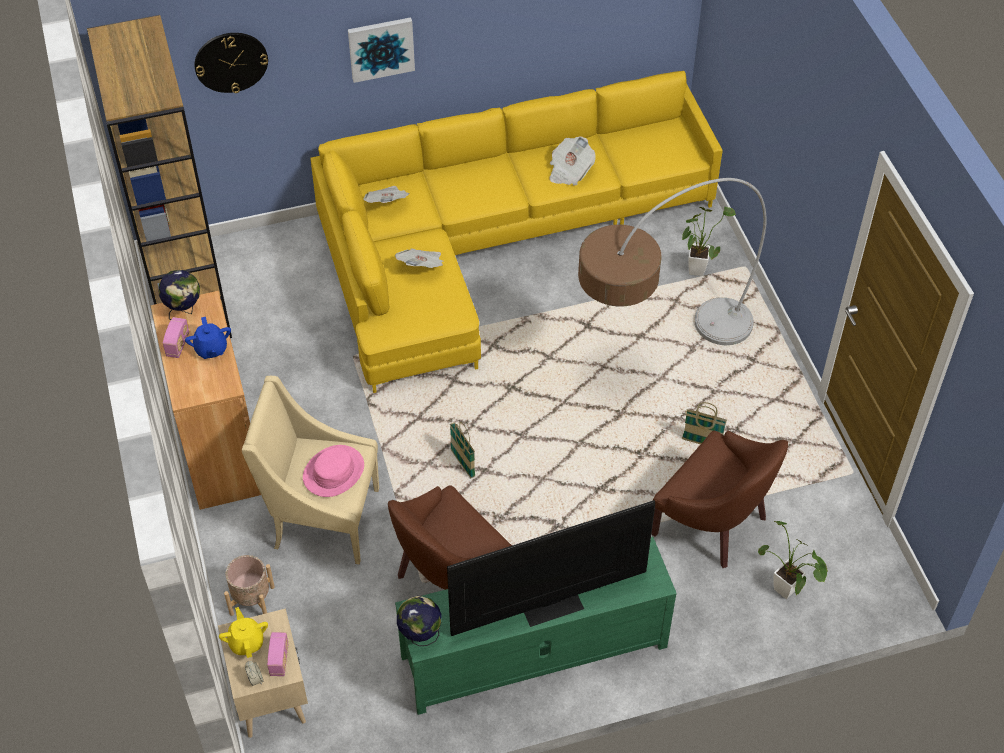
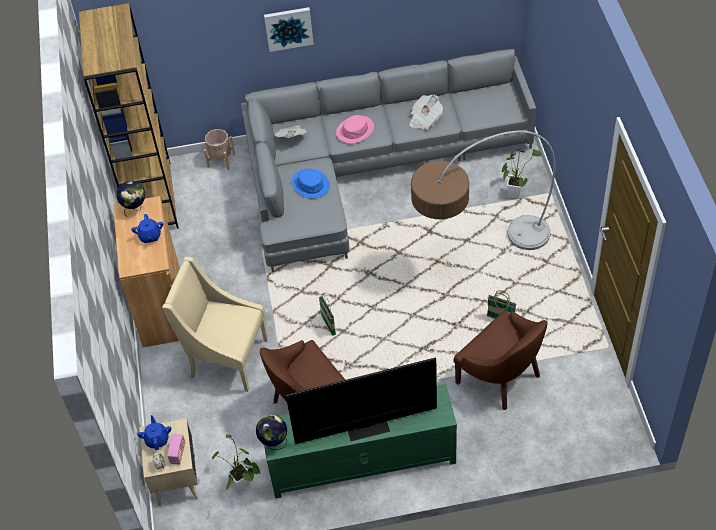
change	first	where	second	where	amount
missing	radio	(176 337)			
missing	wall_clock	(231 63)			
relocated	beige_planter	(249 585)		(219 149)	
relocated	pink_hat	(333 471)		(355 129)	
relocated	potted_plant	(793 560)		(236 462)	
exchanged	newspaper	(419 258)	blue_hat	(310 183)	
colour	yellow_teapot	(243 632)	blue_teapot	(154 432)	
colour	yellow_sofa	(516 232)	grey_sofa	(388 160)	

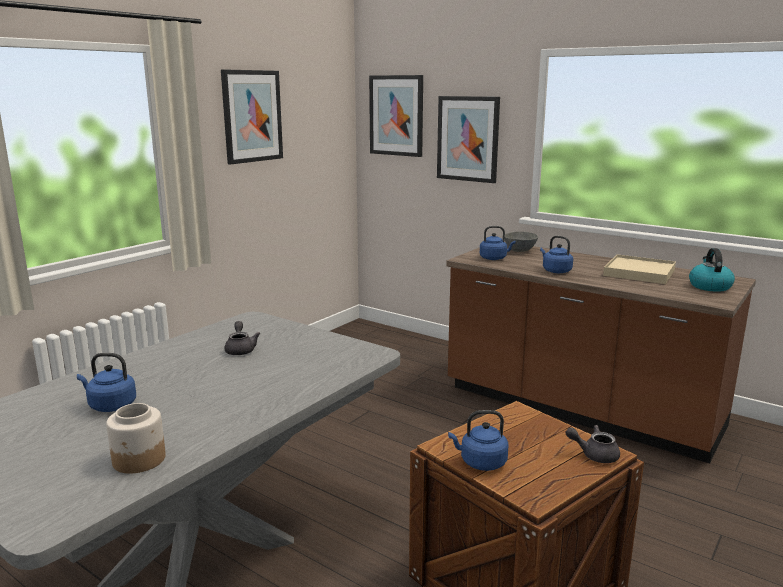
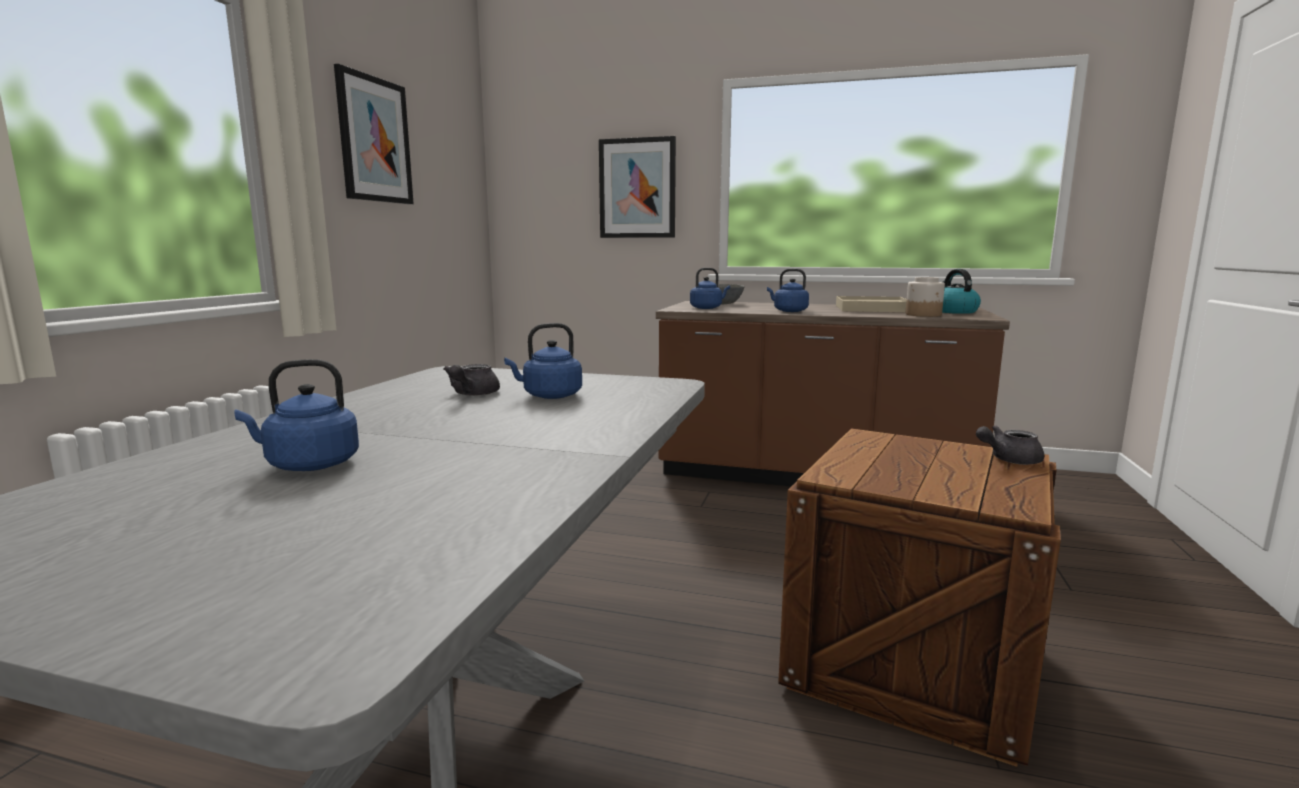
change	first	where	second	where	amount
missing	picture	(396 116)			
relocated	jar	(136 438)		(925 297)	
relocated	blue_kettle	(478 440)		(543 361)	
spun	grey_teapot	(242 338)		(471 380)	135 degrees counterclockwise

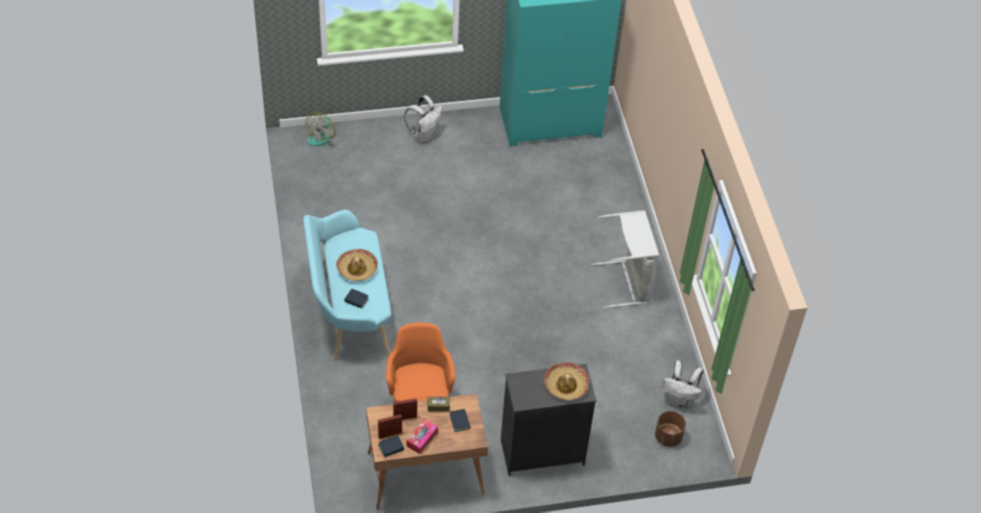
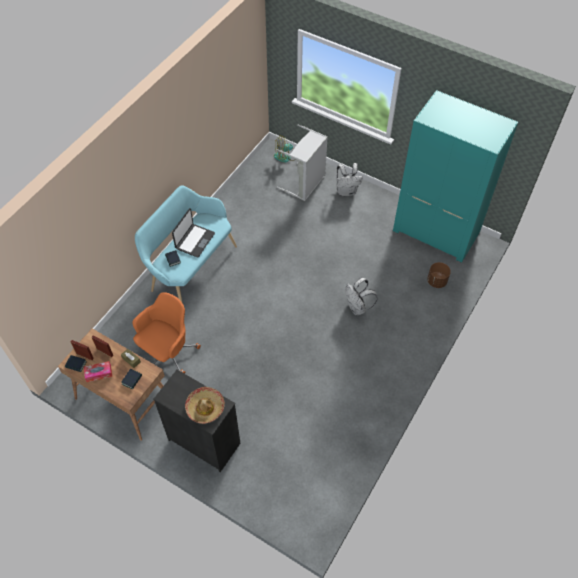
change	first	where	second	where	amount
relocated	grey_laundry_basket	(625 259)		(302 163)	
relocated	brown_planter	(670 429)		(439 275)	
relocated	white_backpack	(683 385)		(361 296)	
exchanged	hat	(357 265)	laptop	(193 232)	

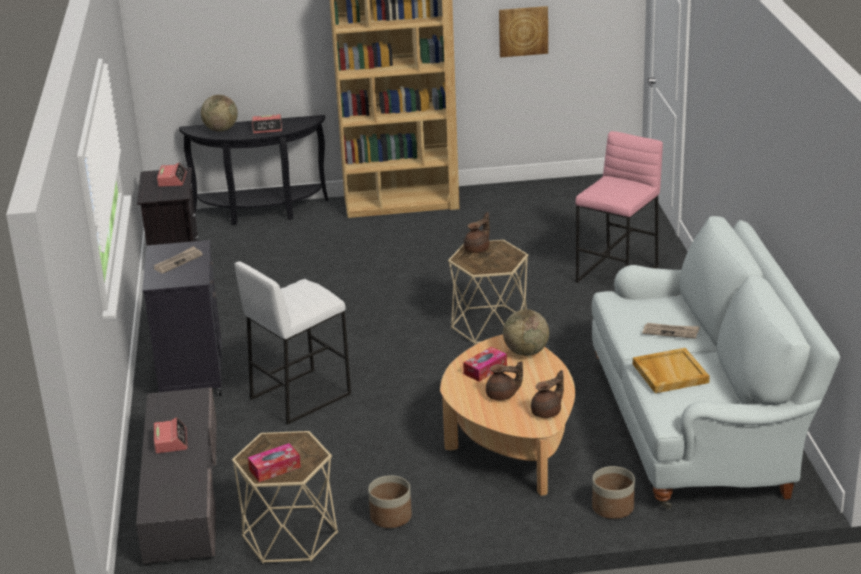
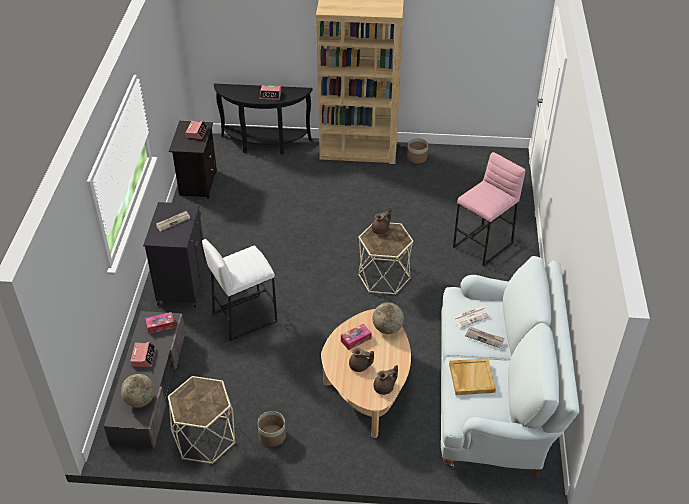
change	first	where	second	where	amount
missing	picture	(523 32)			
appeared			newspaper	(471 317)	
relocated	globe	(219 113)		(138 391)	
relocated	tissue_box	(274 462)		(160 323)	
relocated	planter	(613 492)		(417 150)	

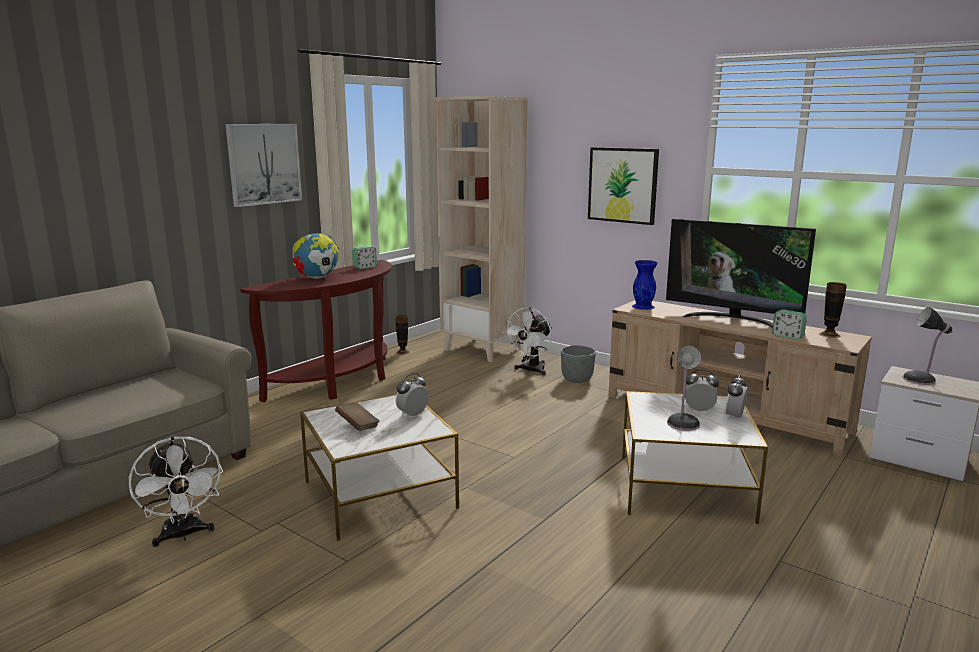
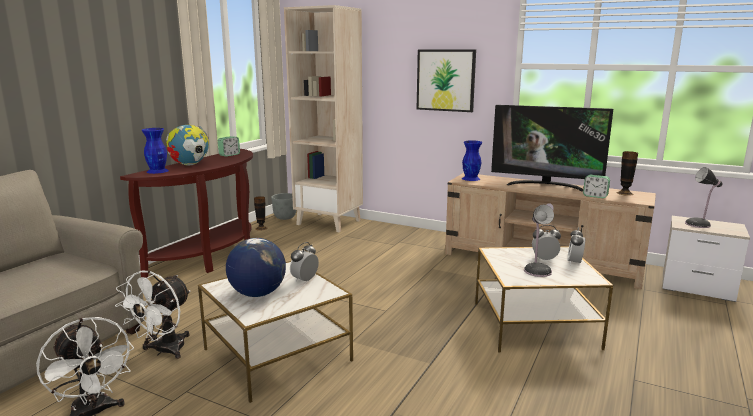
change	first	where	second	where	amount
missing	picture	(263 165)			
appeared			blue_vase	(155 151)	
relocated	white_fan	(527 341)		(153 314)	
relocated	grey_planter	(578 364)		(283 206)	
exchanged	brown_book	(357 416)	globe	(256 267)	

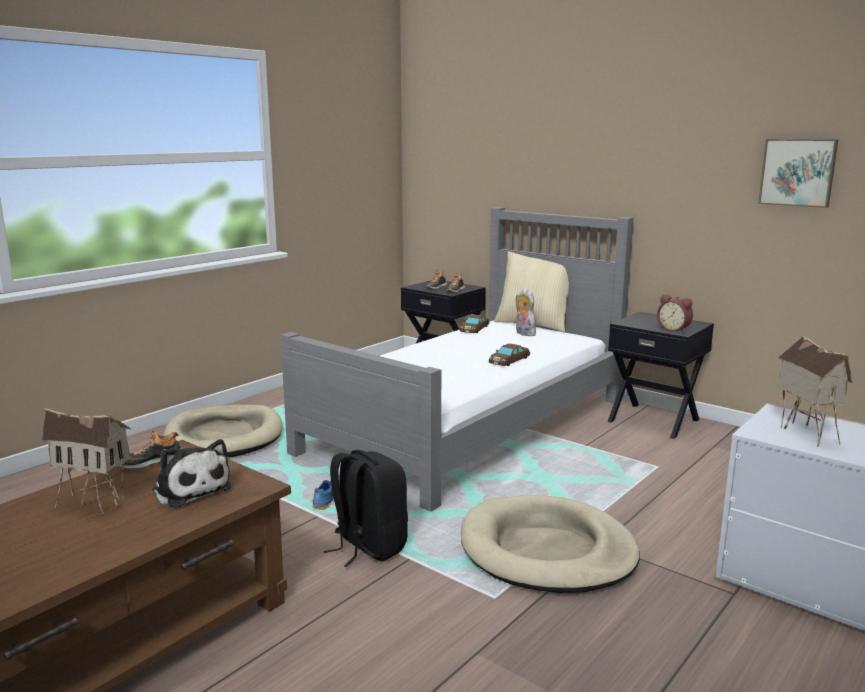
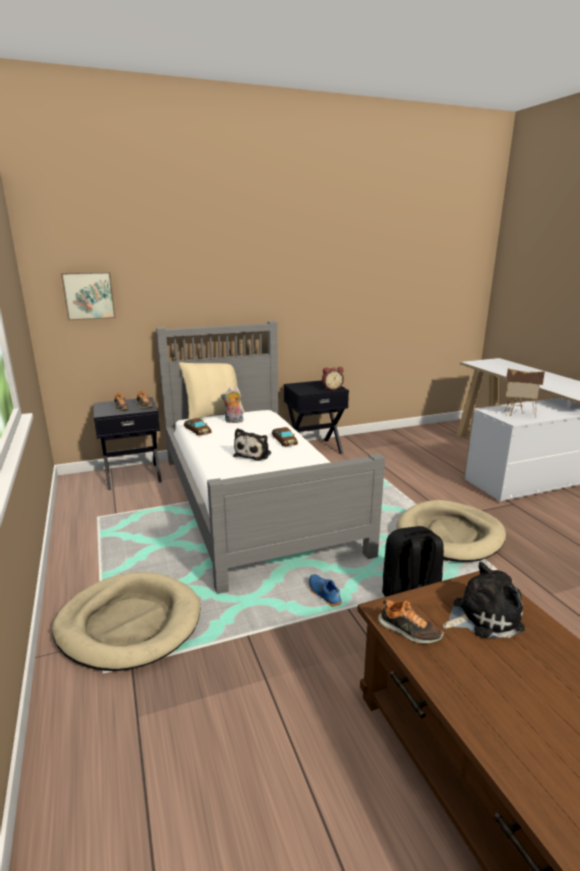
change	first	where	second	where	amount
missing	toy_house	(86 461)			
appeared			plush_toy	(252 444)	
relocated	picture	(798 173)		(88 296)	
spun	shoe	(150 449)		(411 622)	60 degrees counterclockwise

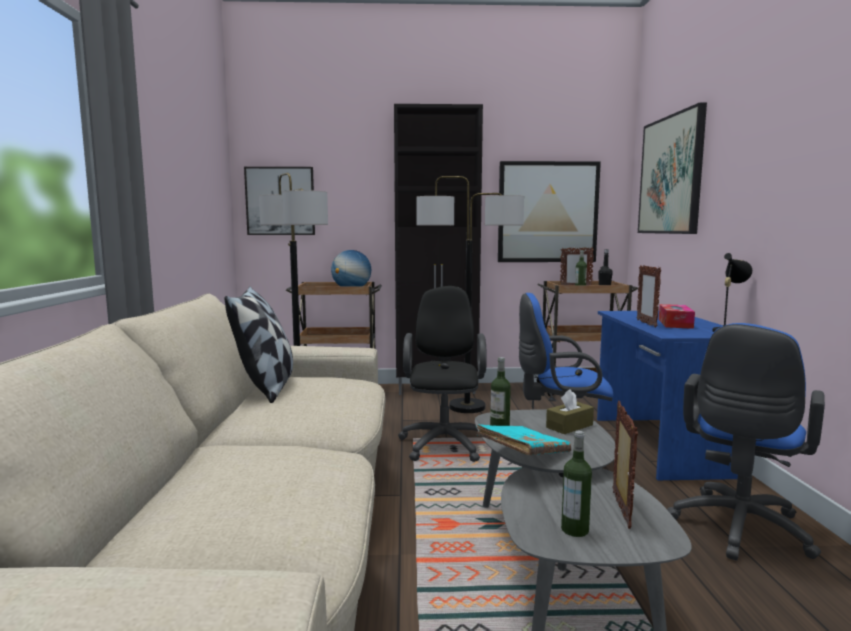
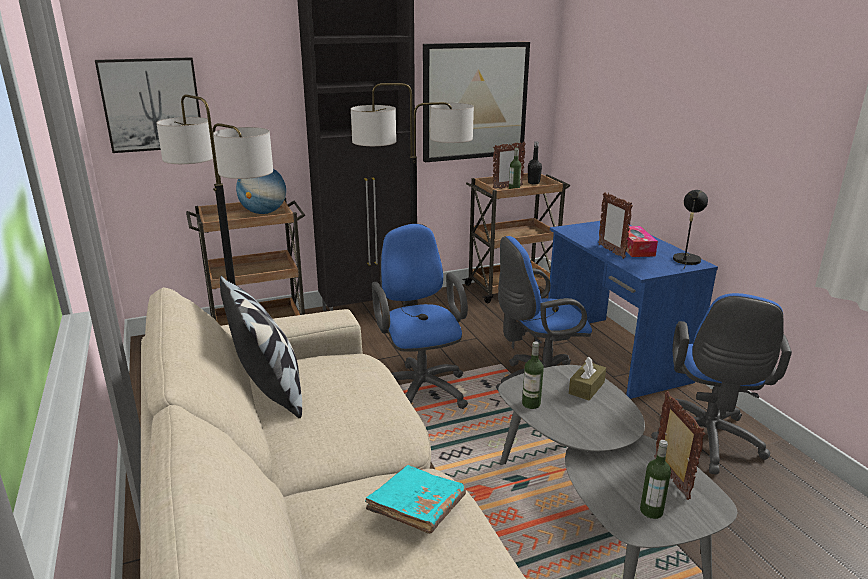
change	first	where	second	where	amount
missing	picture	(672 168)			
relocated	turquoise_book	(523 439)		(415 499)	
colour	black_office_chair	(442 374)	blue_office_chair	(420 316)	

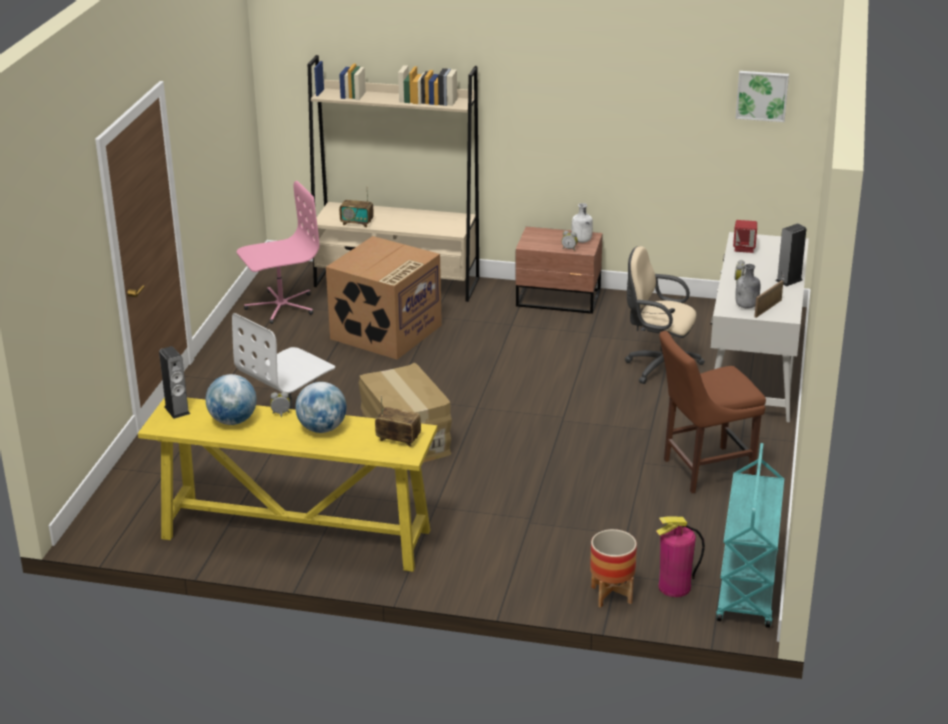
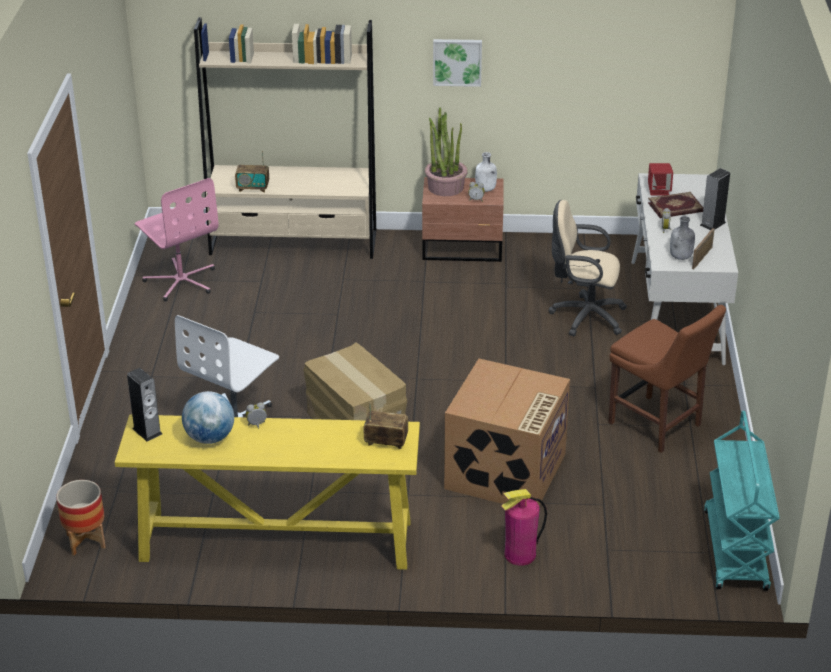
change	first	where	second	where	amount
missing	globe	(321 407)			
appeared			potted_plant	(446 152)	
appeared			book	(675 205)	
relocated	cardboard_box	(384 298)		(507 432)	
relocated	planter	(613 568)		(81 518)	
relocated	fire_extinguisher	(680 557)		(524 527)	
relocated	picture	(762 96)		(457 63)	
spun	pink_office_chair	(278 252)		(176 239)	90 degrees clockwise
spun	brown_chair	(713 412)		(667 379)	105 degrees counterclockwise

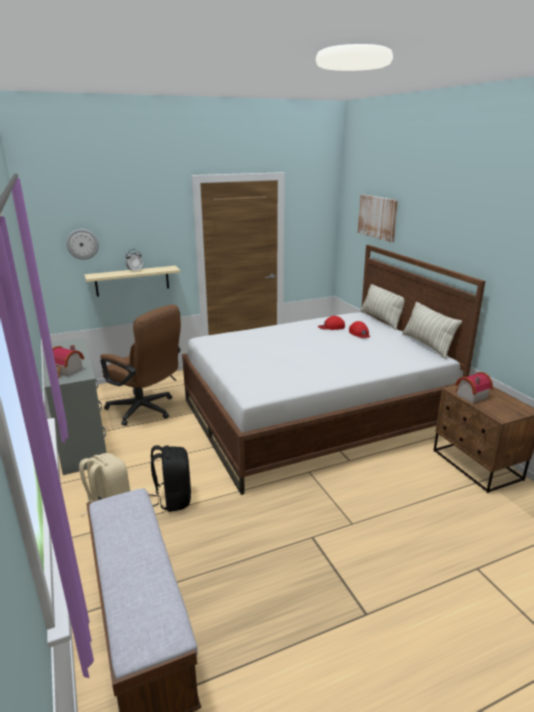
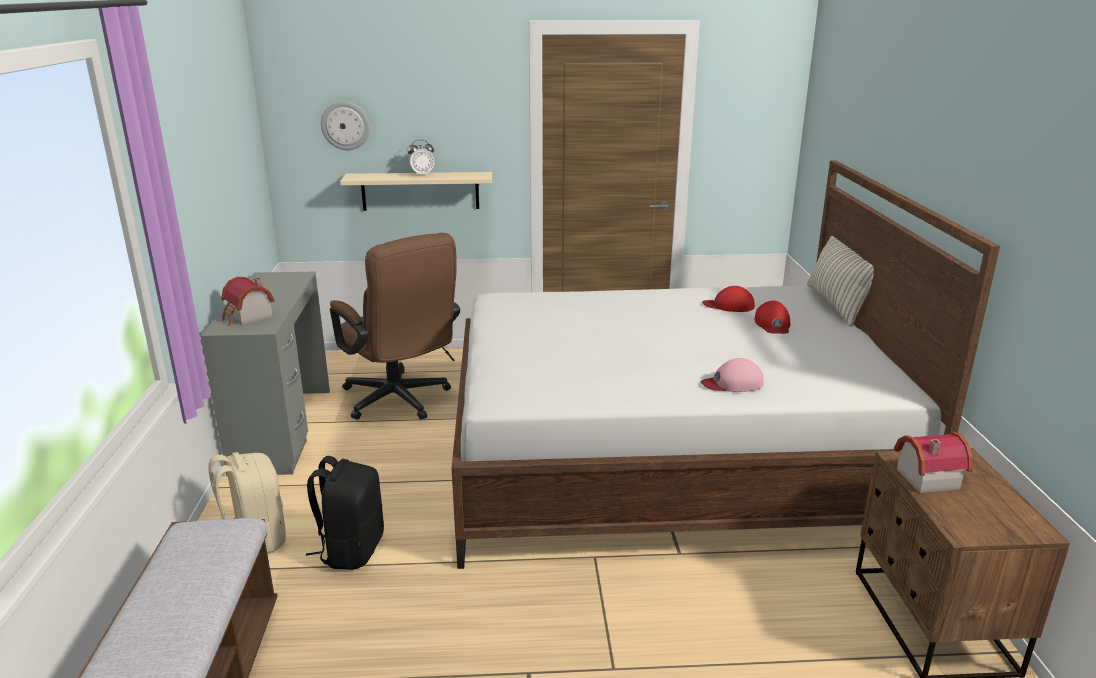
change	first	where	second	where	amount
missing	picture	(378 218)			
missing	pillow	(432 330)			
appeared			pink_cap	(732 375)	

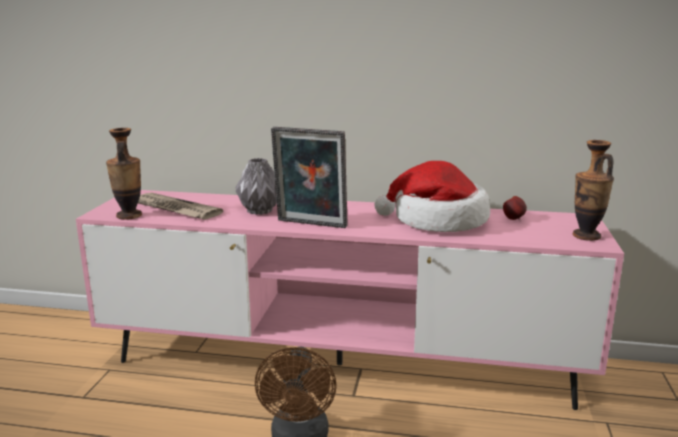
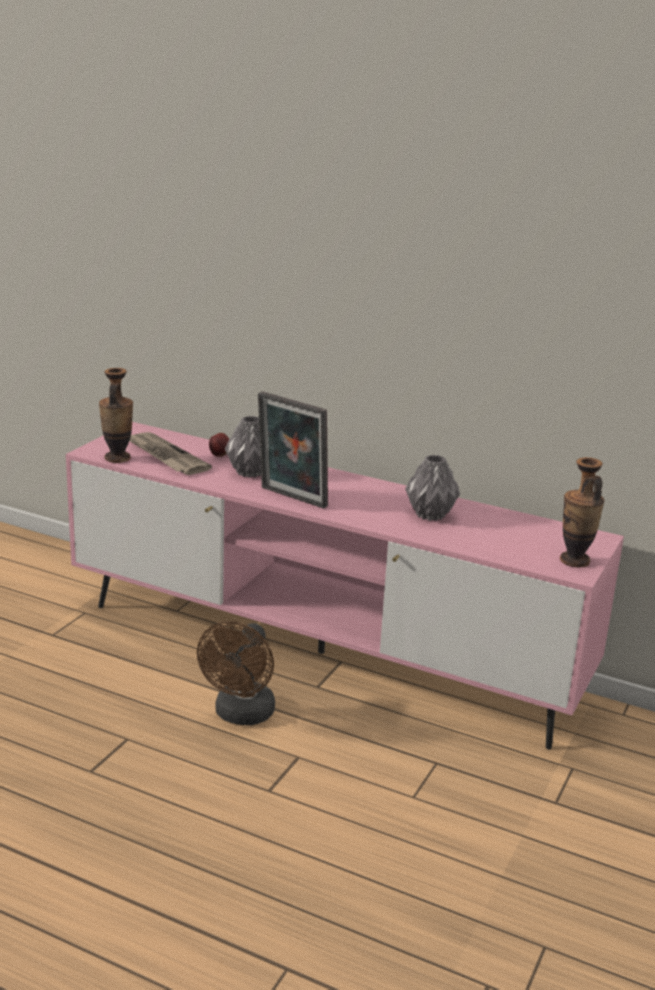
change	first	where	second	where	amount
relocated	apple	(515 208)		(219 445)	
exchanged	hat	(432 196)	grey_vase	(432 488)	

